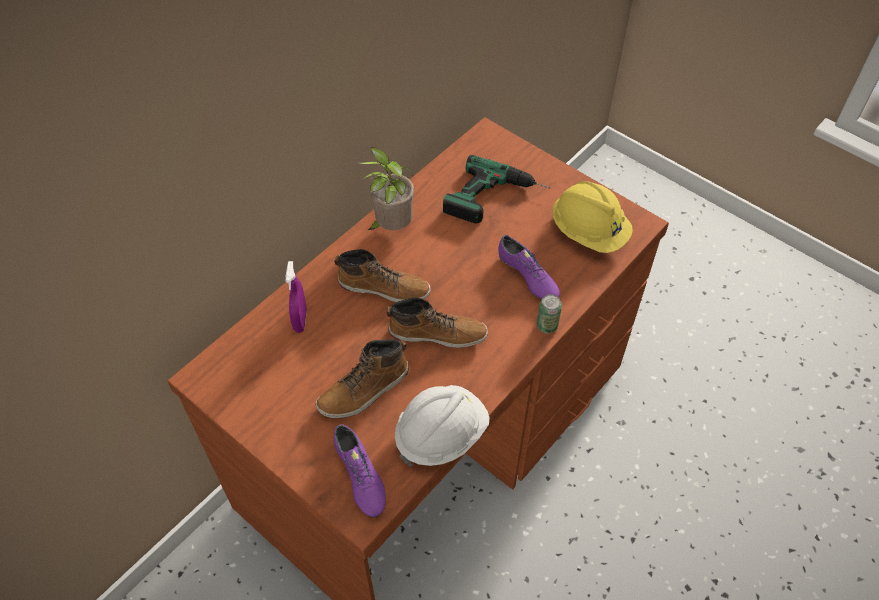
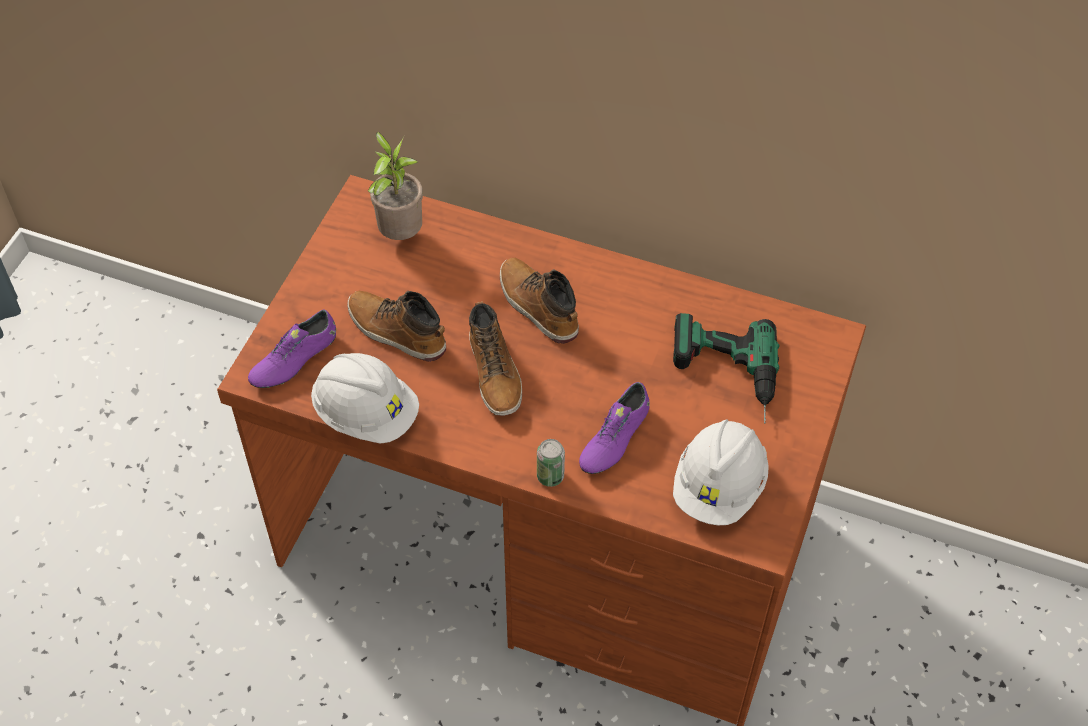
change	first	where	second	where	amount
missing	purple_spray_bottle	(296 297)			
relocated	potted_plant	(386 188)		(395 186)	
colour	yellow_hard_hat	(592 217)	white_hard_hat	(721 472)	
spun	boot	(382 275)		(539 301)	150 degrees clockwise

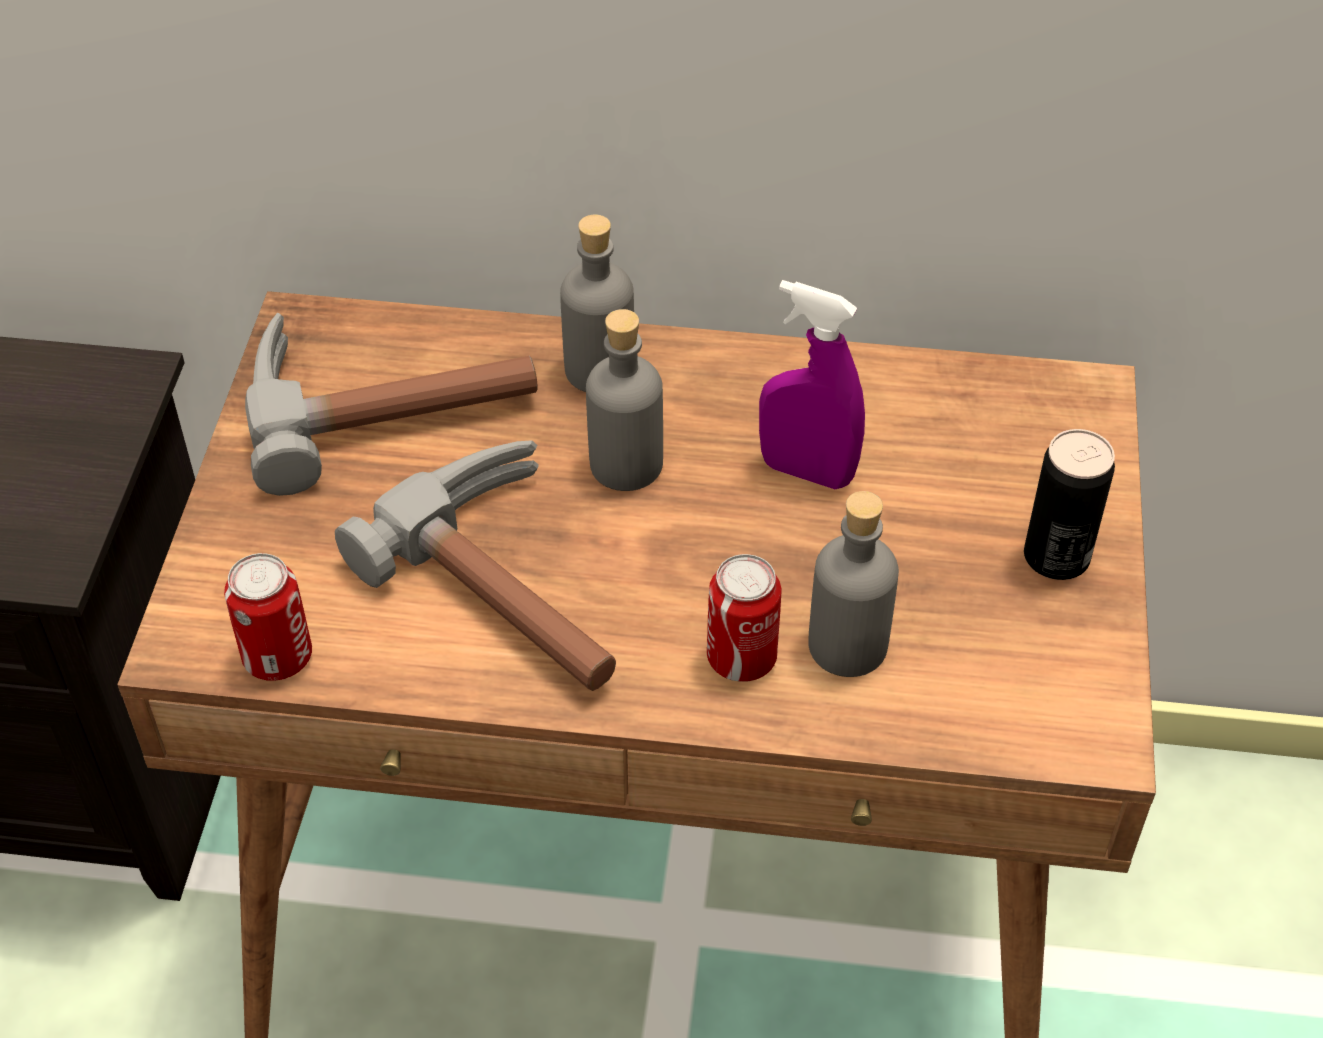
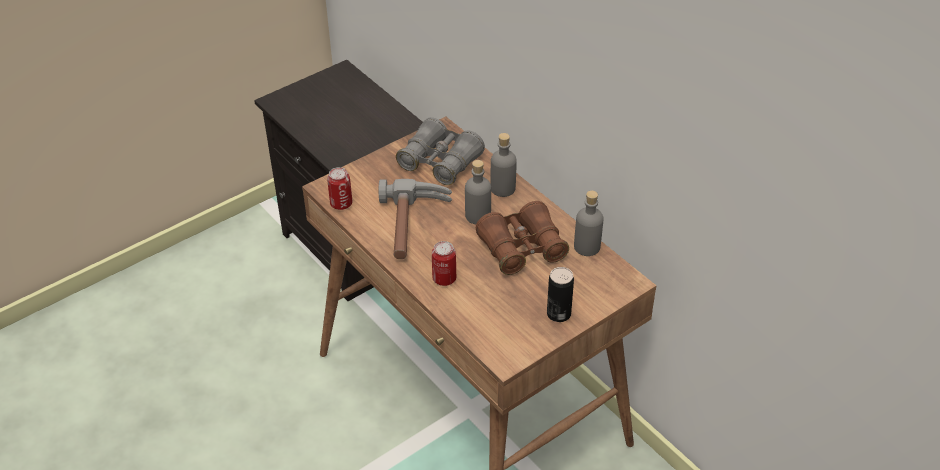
change	first	where	second	where	amount
relocated	grey_bottle	(853 584)		(589 223)	
exchanged	hammer	(391 404)	grey_binoculars	(440 151)	
exchanged	purple_spray_bottle	(812 384)	brown_binoculars	(522 238)	

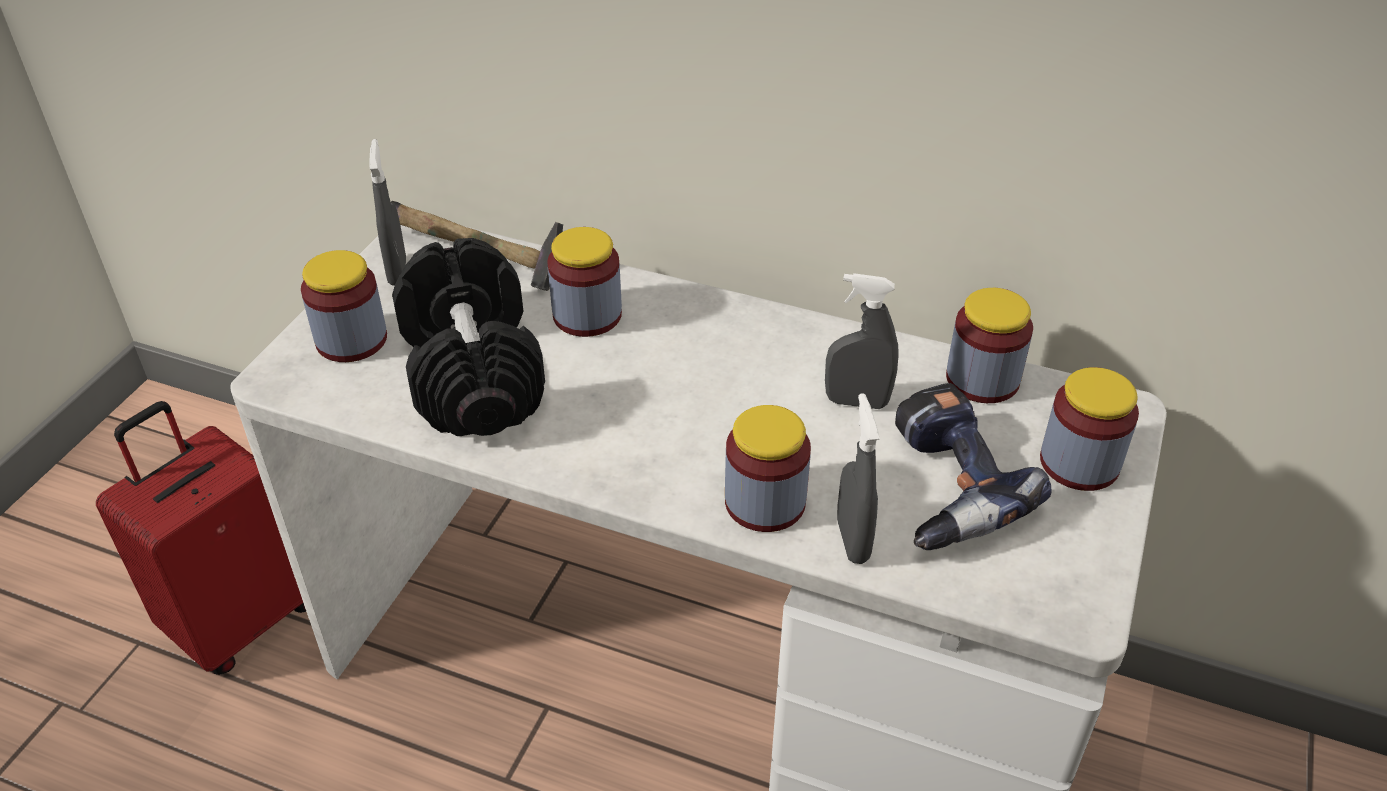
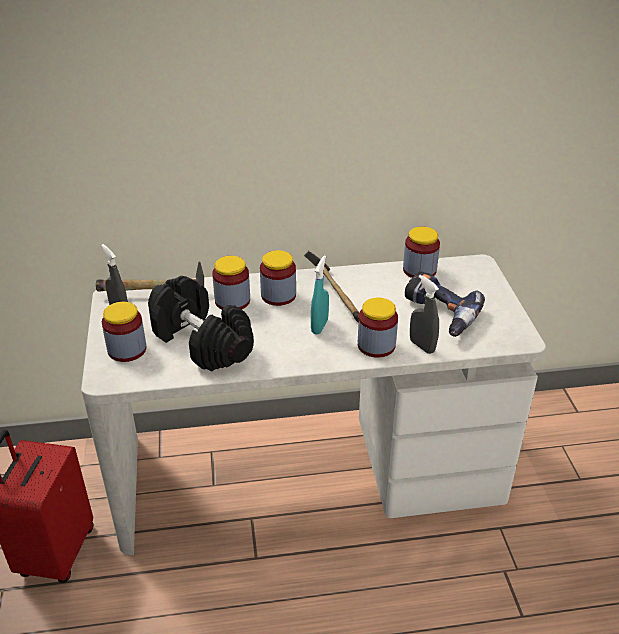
change	first	where	second	where	amount
missing	grey_spray_bottle	(862 341)			
appeared			hammer	(331 286)	
appeared			turquoise_spray_bottle	(320 295)	
relocated	jar	(1089 429)		(278 278)	

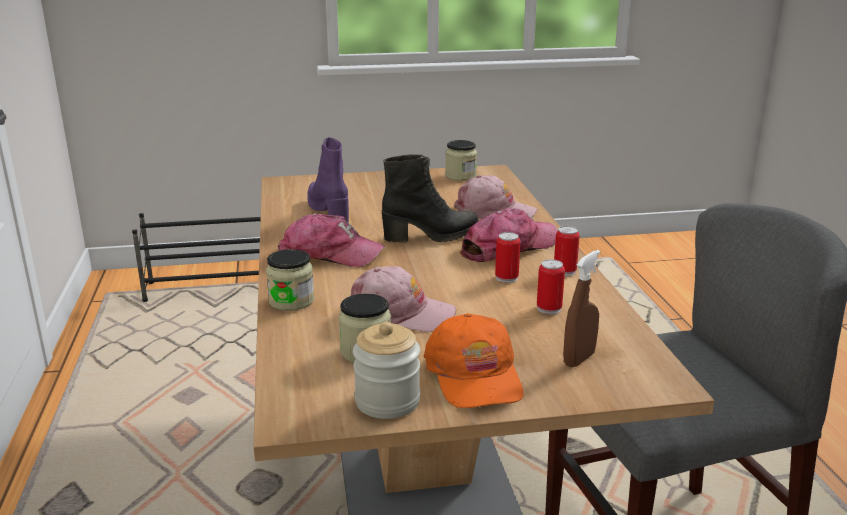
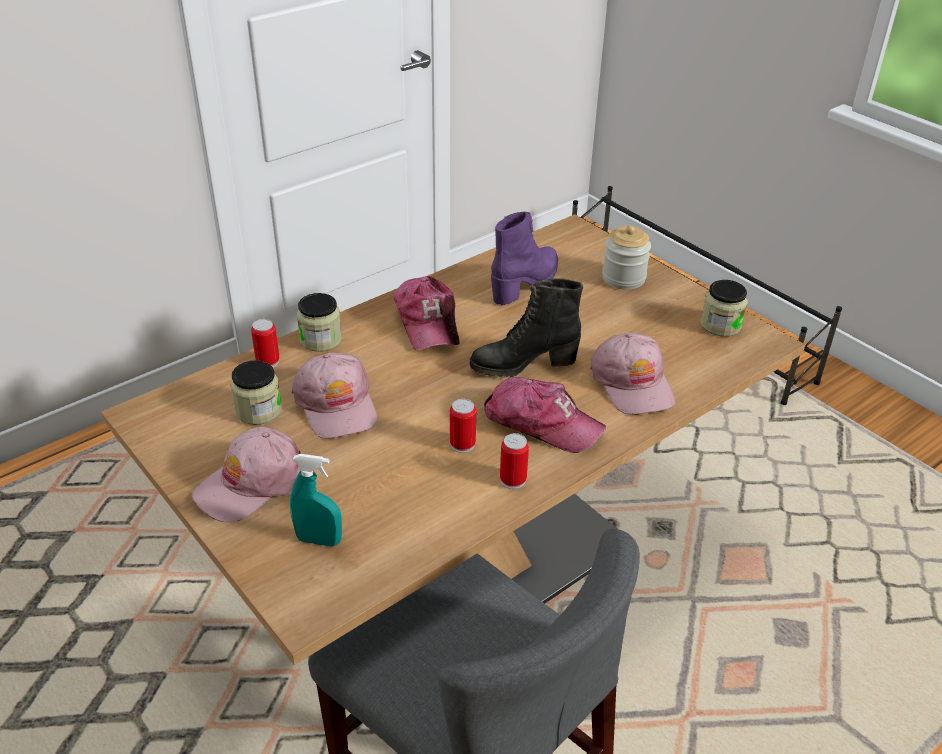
change	first	where	second	where	amount
relocated	jar	(386 370)		(626 257)	
relocated	can	(551 286)		(265 343)	
colour	orange_cap	(474 360)	pink_cap	(246 474)	
colour	brown_spray_bottle	(581 308)	turquoise_spray_bottle	(316 500)	
spun	black_boot	(430 198)		(526 327)	120 degrees clockwise

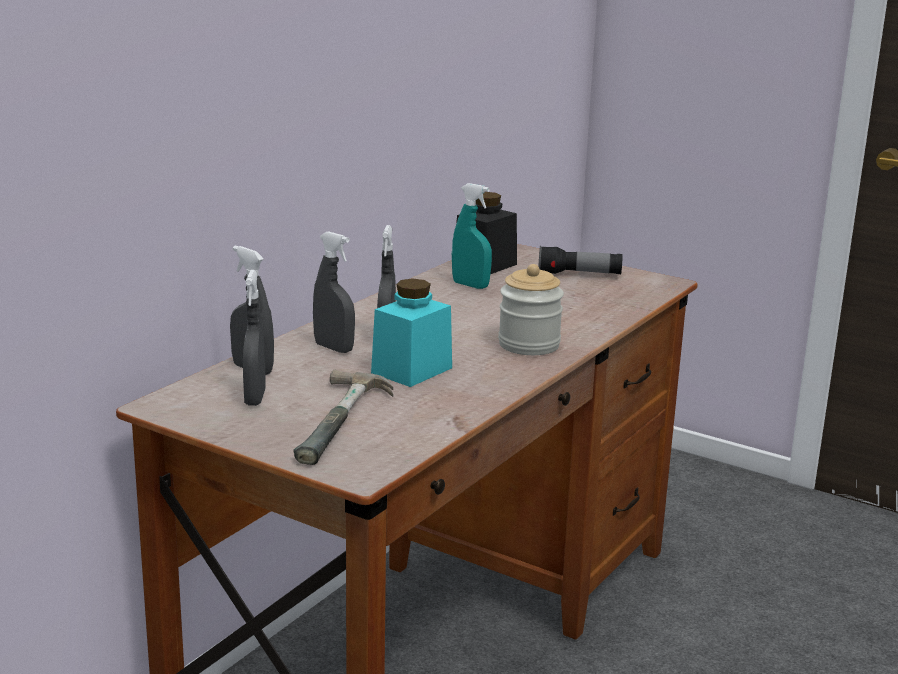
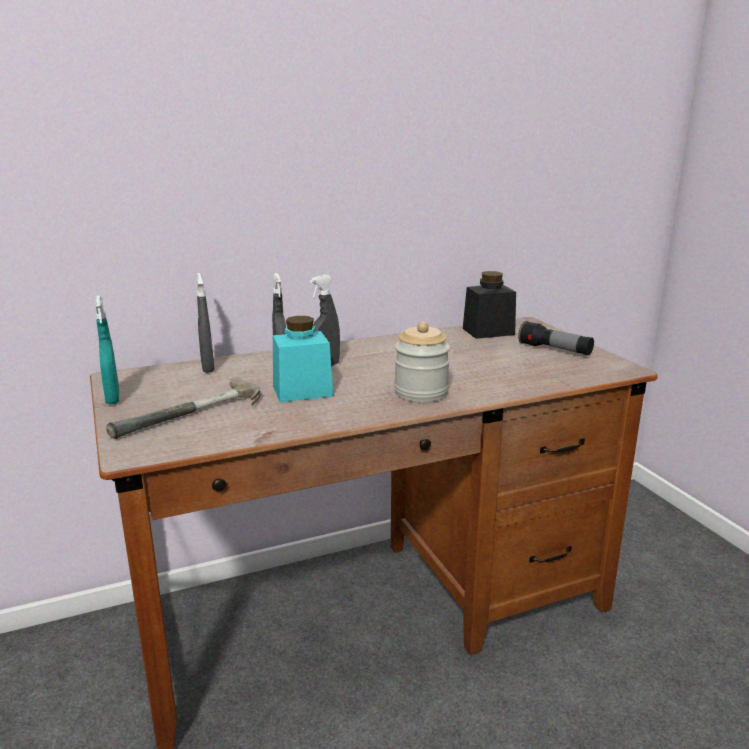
change	first	where	second	where	amount
missing	grey_spray_bottle	(254 338)			
relocated	turquoise_spray_bottle	(472 236)		(107 350)	

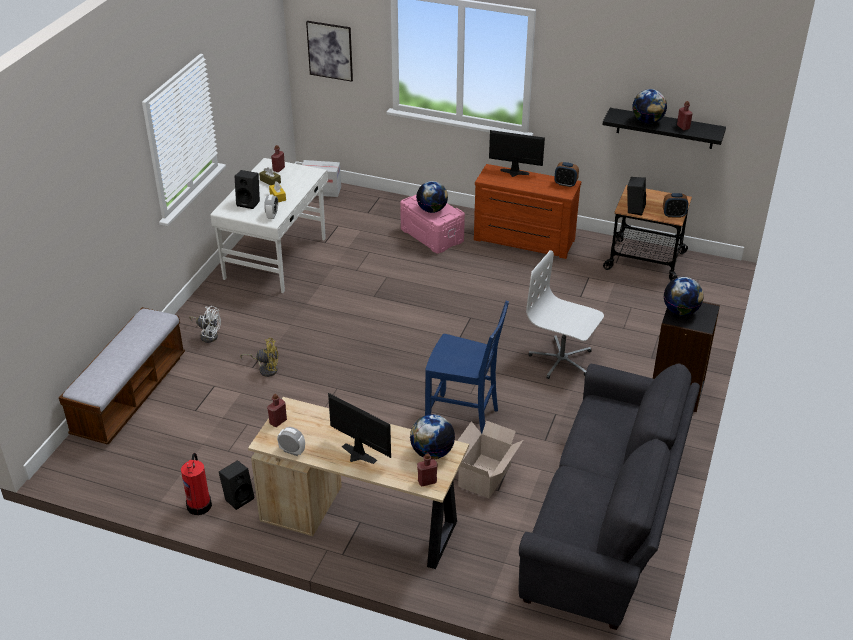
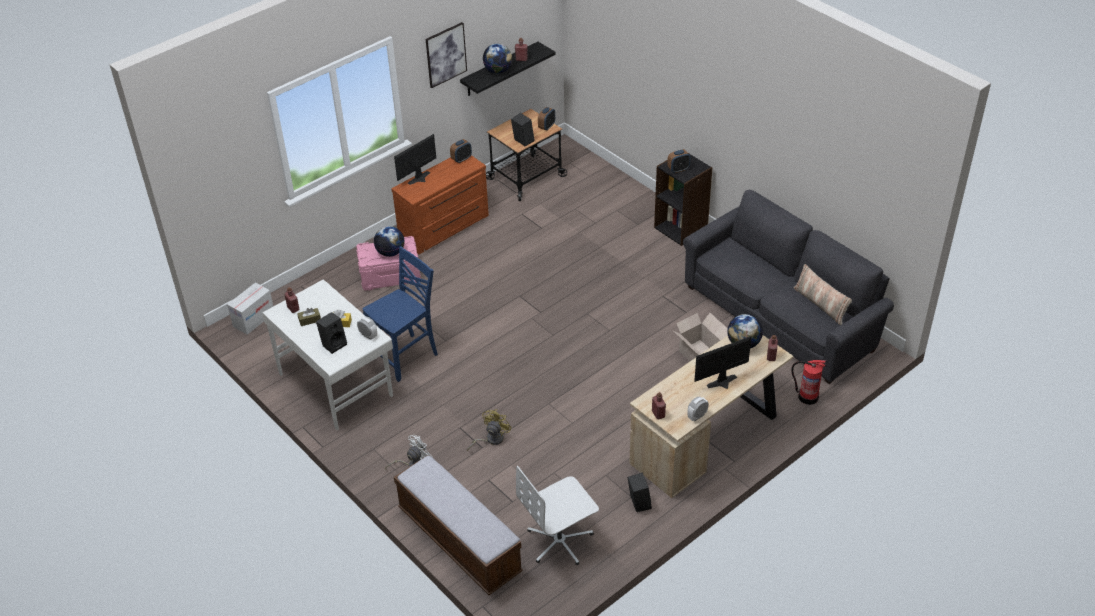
change	first	where	second	where	amount
appeared			pillow	(822 294)	
relocated	fire_extinguisher	(196 484)		(808 382)	
relocated	picture	(329 51)		(446 55)	
relocated	blue_chair	(467 367)		(400 314)	
relocated	white_office_chair	(565 314)		(557 515)	
exchanged	globe	(684 296)	alarm_clock	(678 161)	

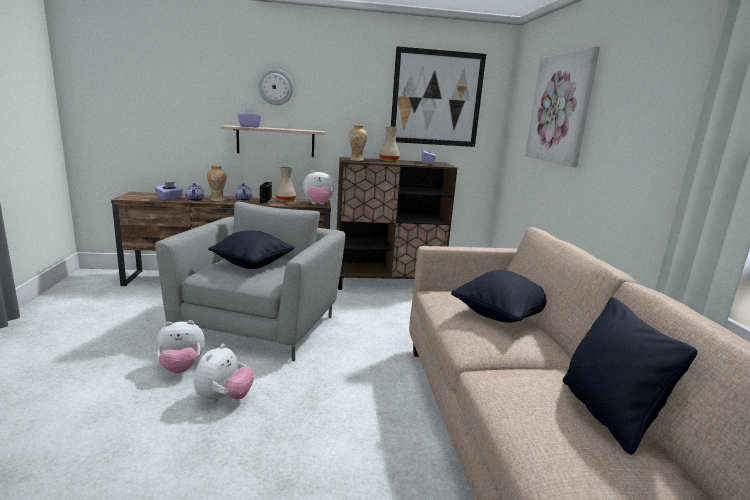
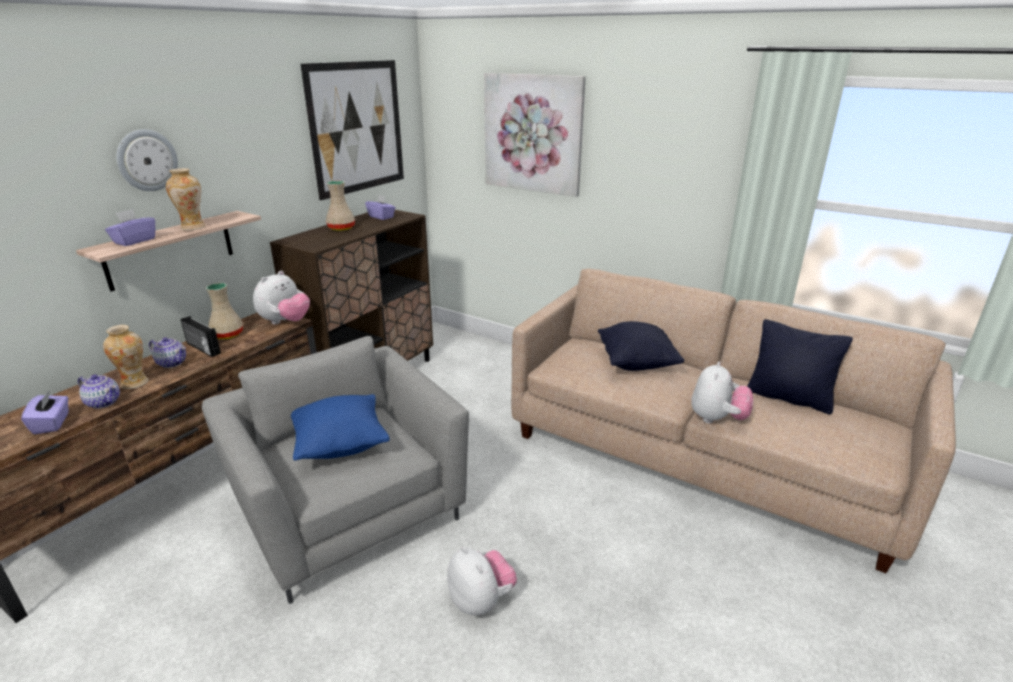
change	first	where	second	where	amount
relocated	plush_toy	(180 346)		(722 392)	
relocated	vase	(358 143)		(185 199)	
colour	black_pillow	(251 250)	blue_pillow	(340 427)	

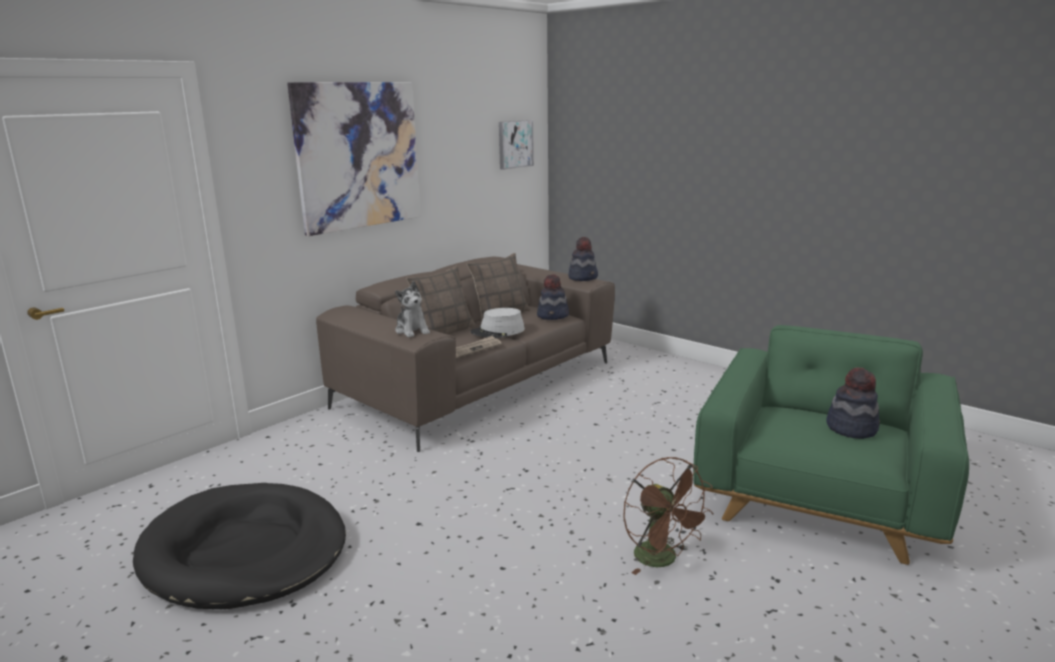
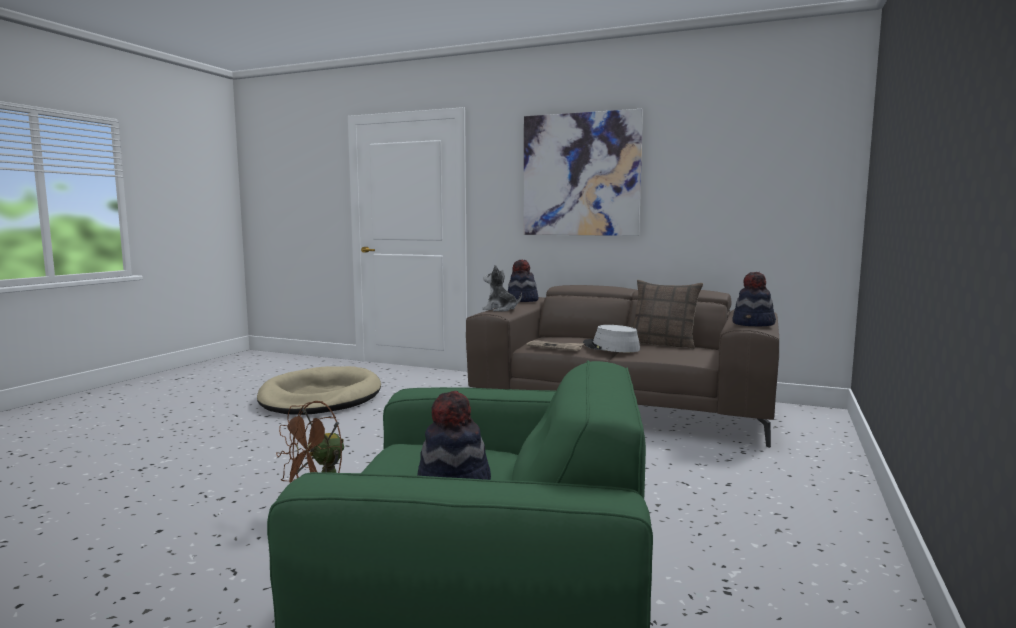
change	first	where	second	where	amount
missing	pillow	(440 300)			
missing	picture	(516 145)			
relocated	hat	(553 297)		(523 281)	
colour	black_dog_bed	(239 546)	beige_dog_bed	(319 390)	
spun	plush_toy	(412 309)		(502 288)	75 degrees clockwise

